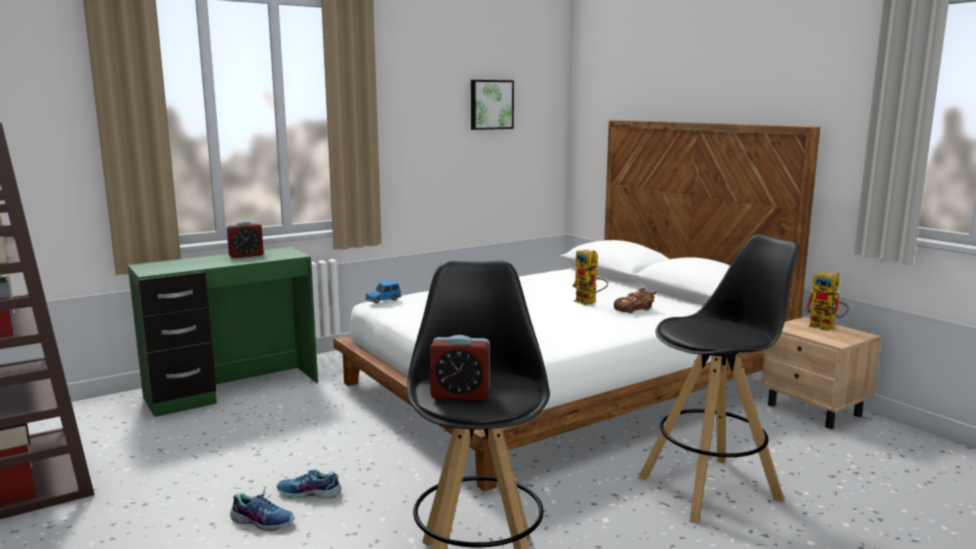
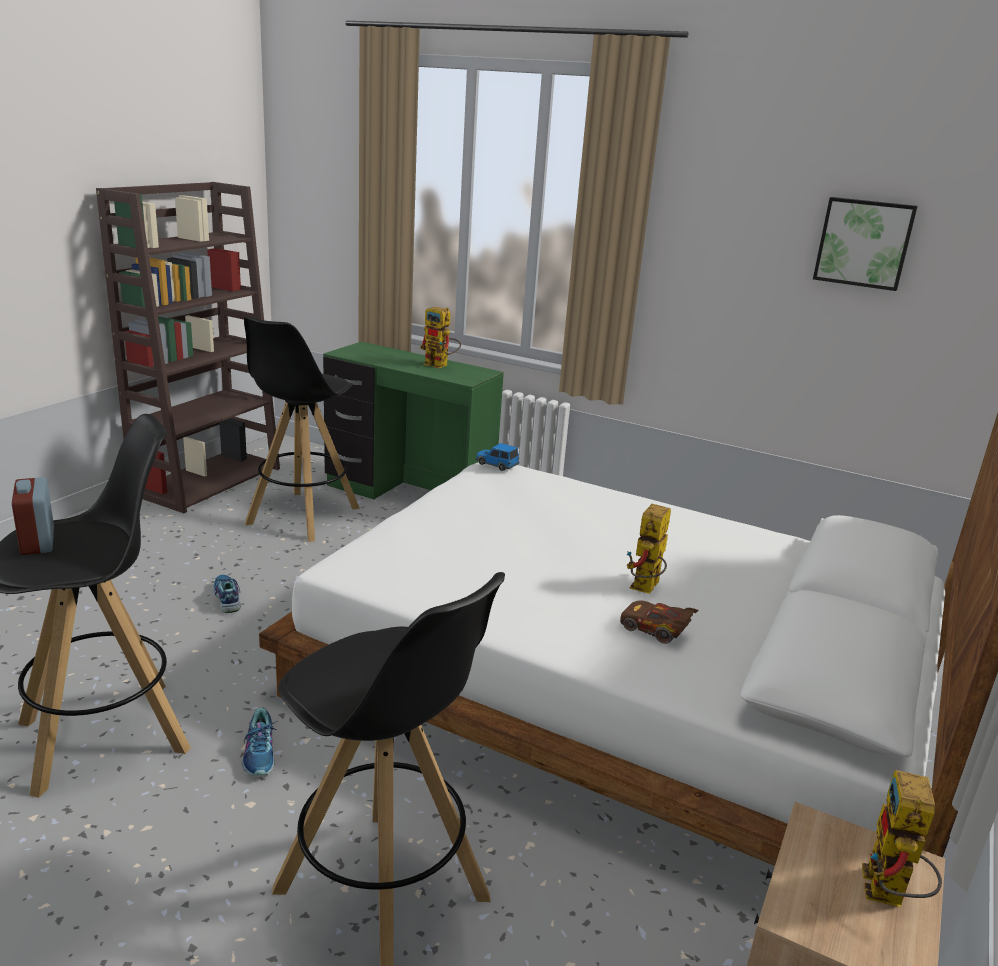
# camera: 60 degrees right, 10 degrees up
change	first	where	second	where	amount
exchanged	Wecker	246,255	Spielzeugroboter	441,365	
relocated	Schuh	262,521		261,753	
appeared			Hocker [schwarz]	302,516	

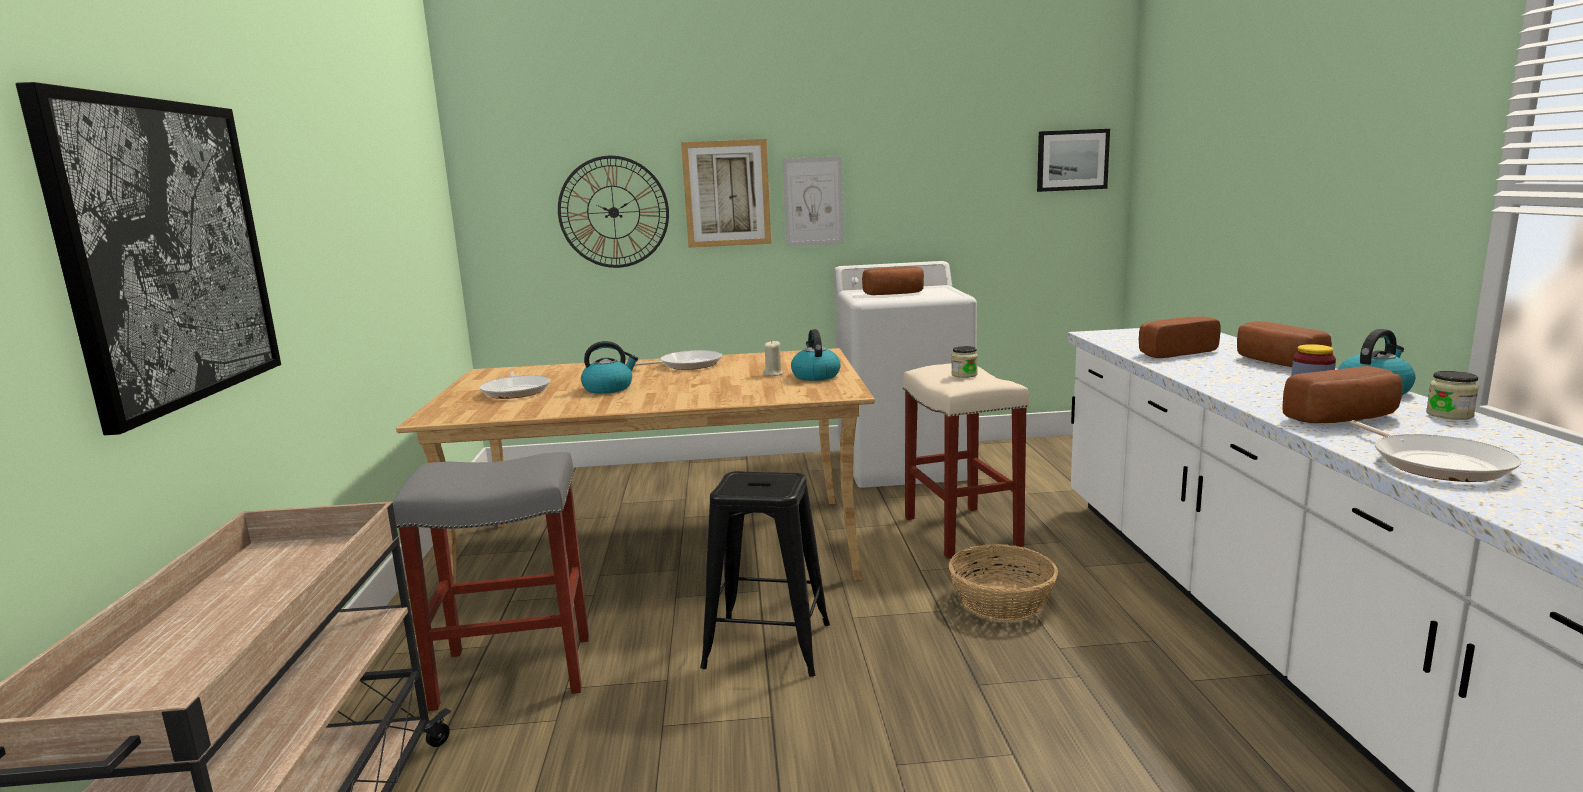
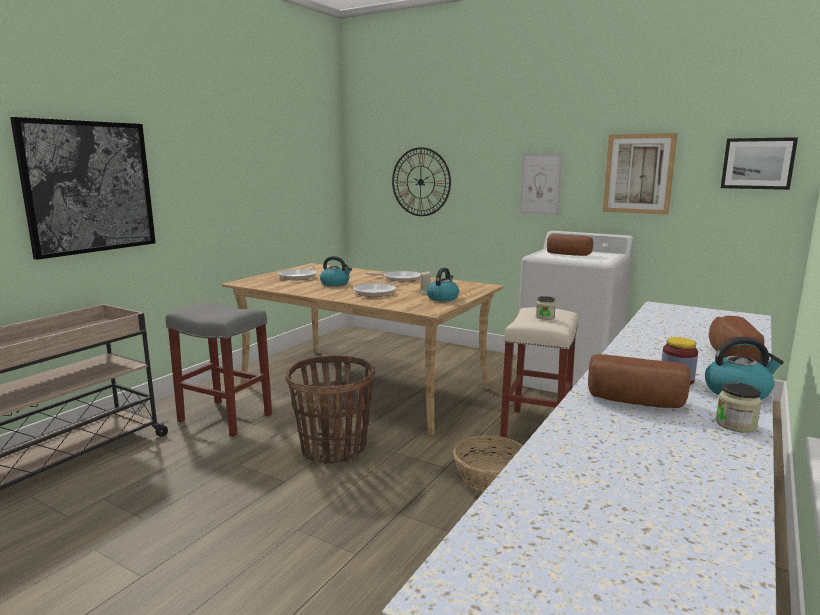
# camera: 35 degrees right, 0 degrees up
change	first	where	second	where	amount
relocated	Bild	727,193		638,174	
exchanged	Hocker [schwarz]	766,645	Korb	334,449	
missing	Brot	1173,352			
relocated	Pfanne	1435,464		376,292	

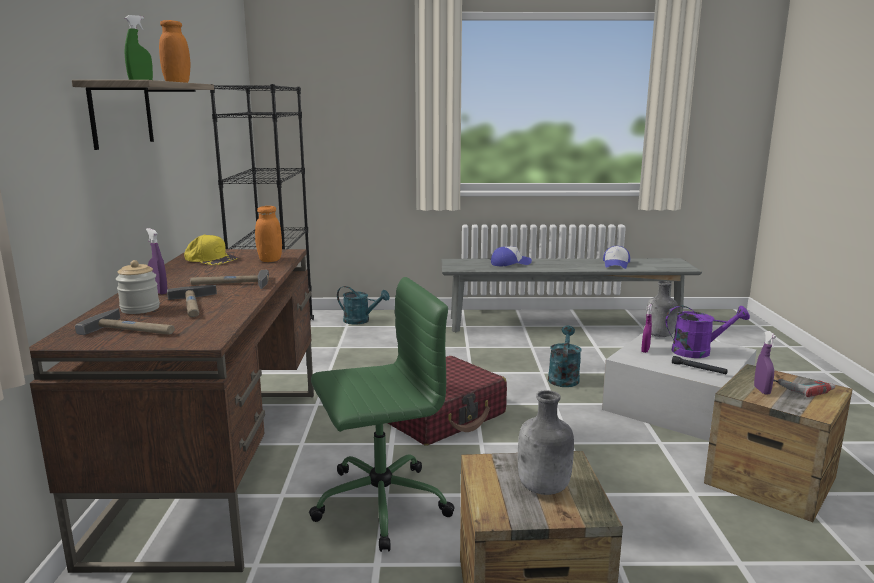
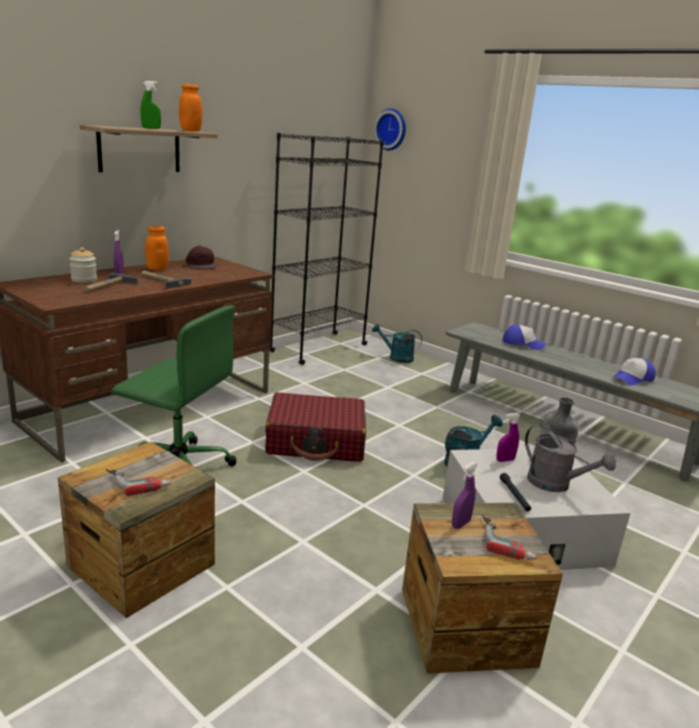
# camera: 40 degrees right, 5 degrees up
change	first	where	second	where	amount
missing	Hammer	133,329			
colour	Kappe [gelb]	210,259	Kappe [braun]	201,265	
relocated	Vorratsglas [orange]	270,260		157,269	
spun	Gießkanne [türkis]	361,321		396,357	135 degrees clockwise
exchanged	Flasche [grau]	544,488	Bohrmaschine	138,481	
colour	Gießkanne [lila]	698,351	Gießkanne [grau]	556,485	
appeared			Wanduhr	392,129	

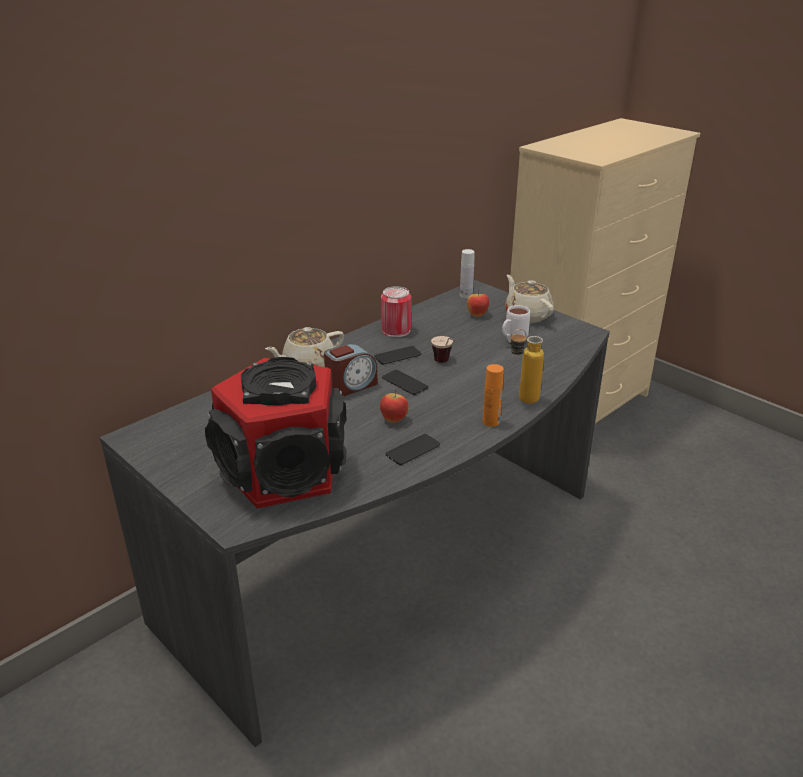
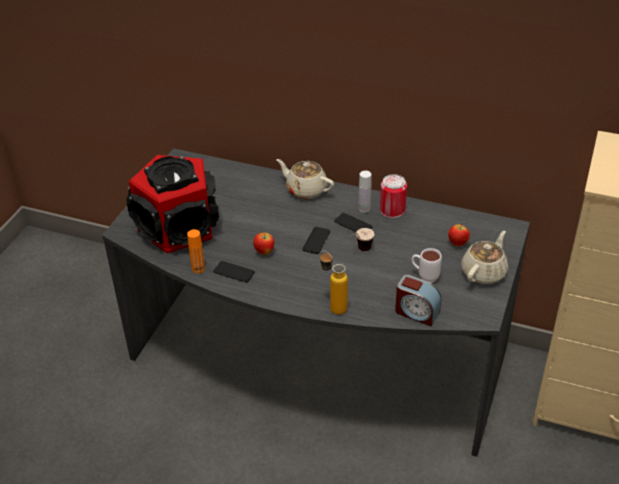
# camera: 65 degrees right, 10 degrees up
change	first	where	second	where	amount
relocated	Wecker	350,386		416,312	
relocated	Flasche [weiß]	466,295		364,209	
relocated	Flasche [orange]	491,422		198,269	

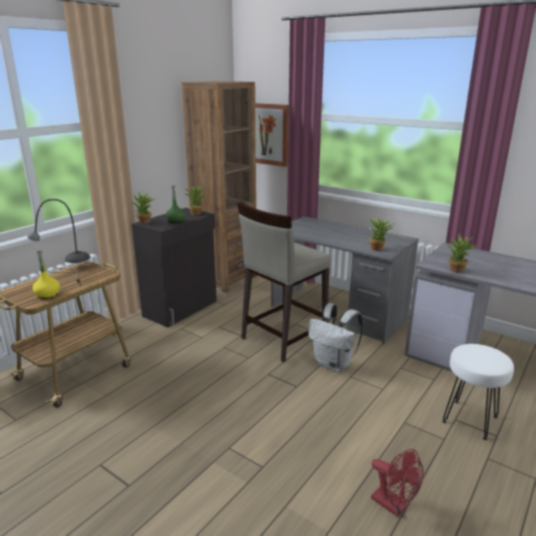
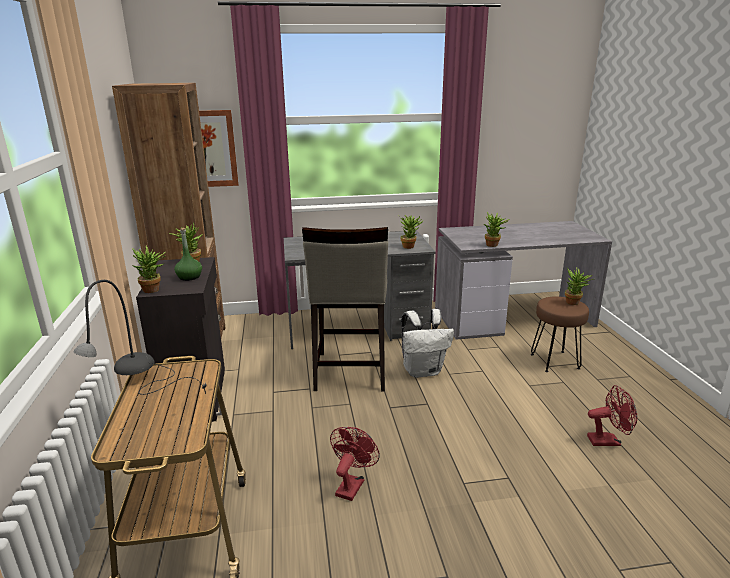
# camera: 45 degrees left, 0 degrees up
change	first	where	second	where	amount
missing	Flasche [gelb]	47,295			
colour	Hocker [weiß]	469,419	Hocker [braun]	554,361	
appeared			Ventilator [rot]	351,484	
appeared			Topfpflanze	575,303	

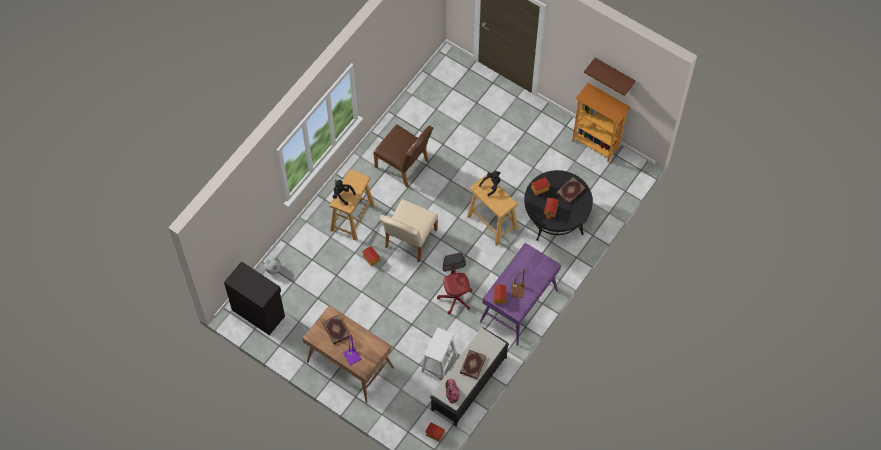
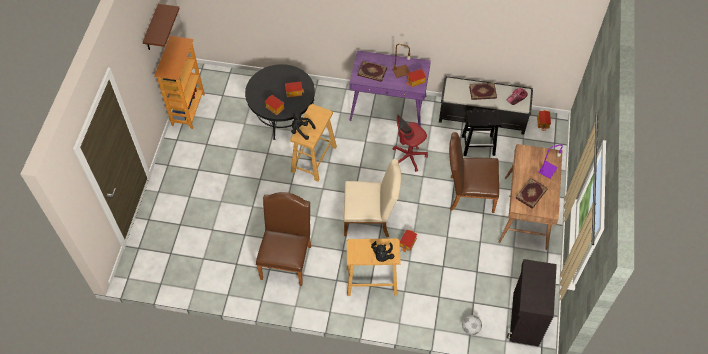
# camera: 115 degrees left, 5 degrees down
change	first	where	second	where	amount
colour	Hocker [weiß]	439,363	Hocker [schwarz]	478,145	
relocated	Buch	571,191		372,71	
appeared			Stuhl [braun]	468,193	

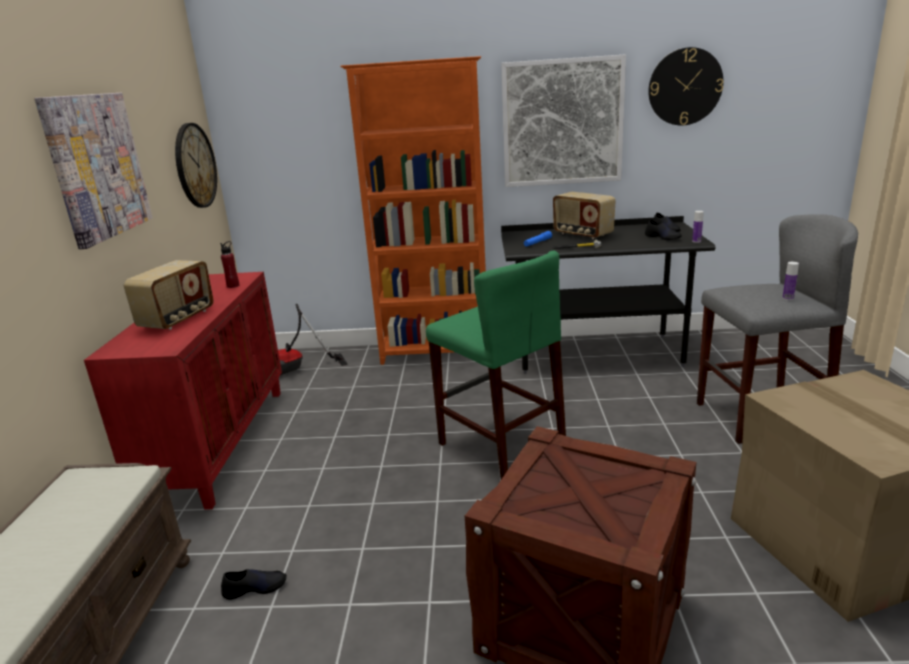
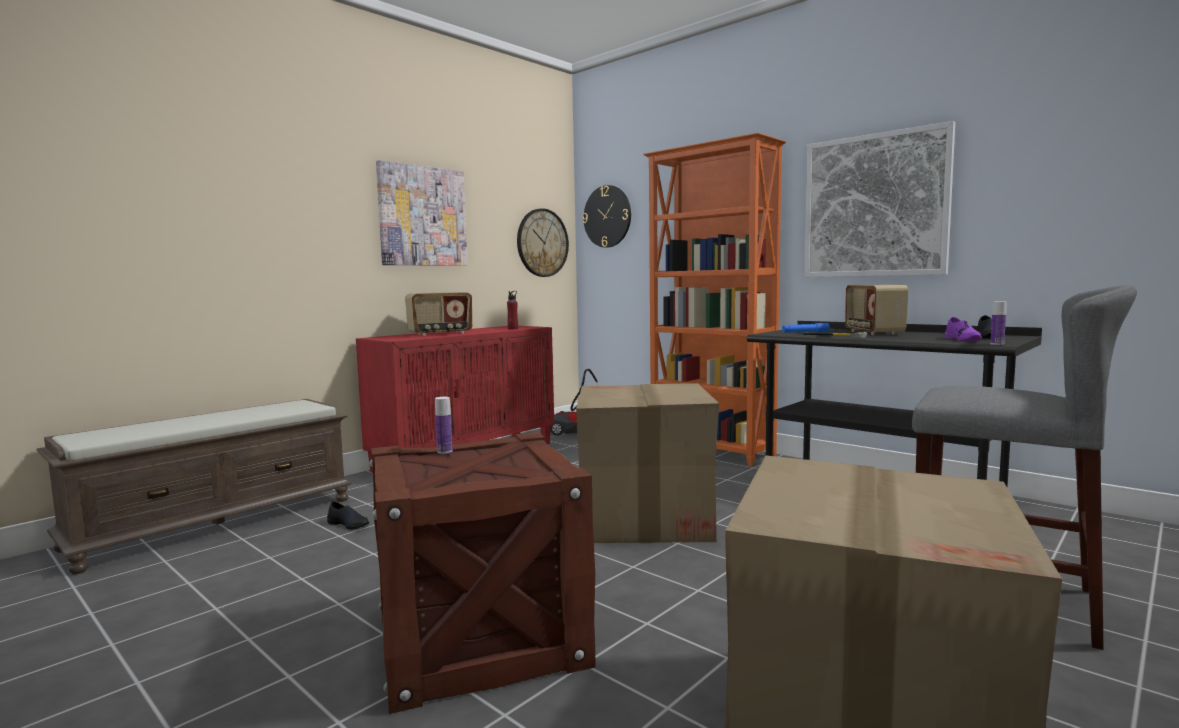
# camera: 40 degrees right, 15 degrees down
change	first	where	second	where	amount
exchanged	Hocker [grün]	501,446	Karton	644,518	
colour	Schuh [schwarz]	663,237	Schuh [lila]	963,340	
relocated	Wanduhr	685,87		607,216	
relocated	Flasche	788,298		444,451	

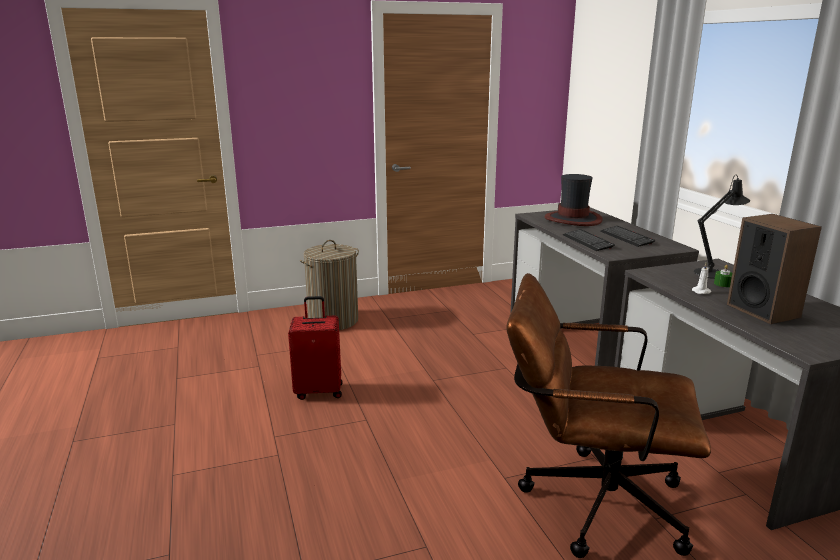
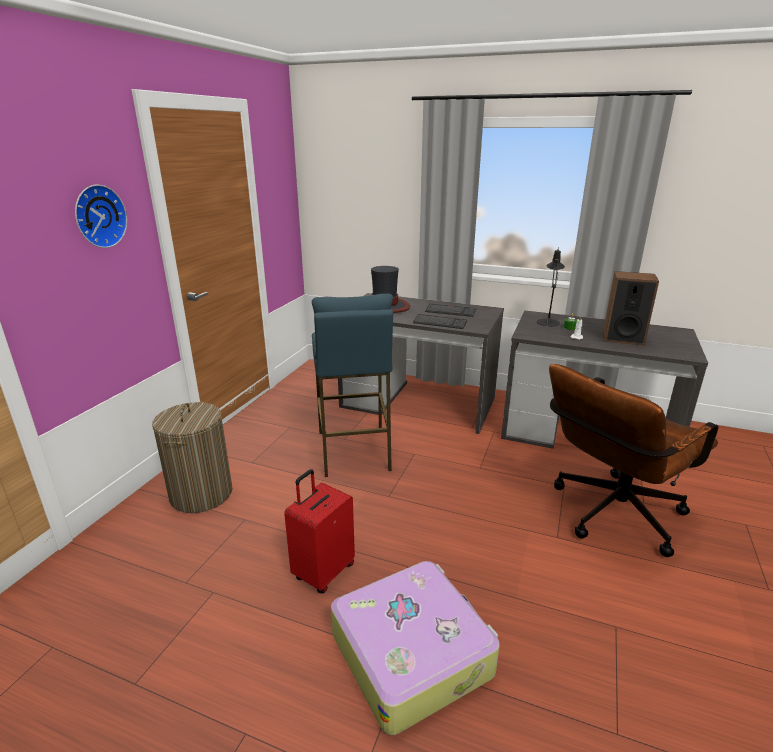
# camera: 50 degrees left, 5 degrees up
change	first	where	second	where	amount
appeared			Wanduhr	98,216	
appeared			Hocker [blau]	353,450	
appeared			Koffer	412,652	

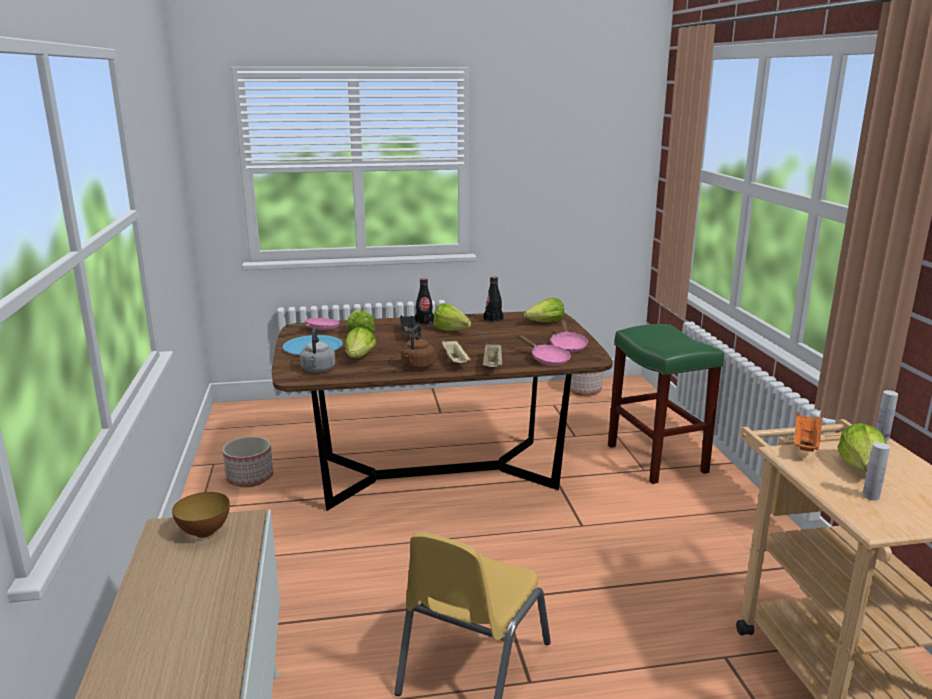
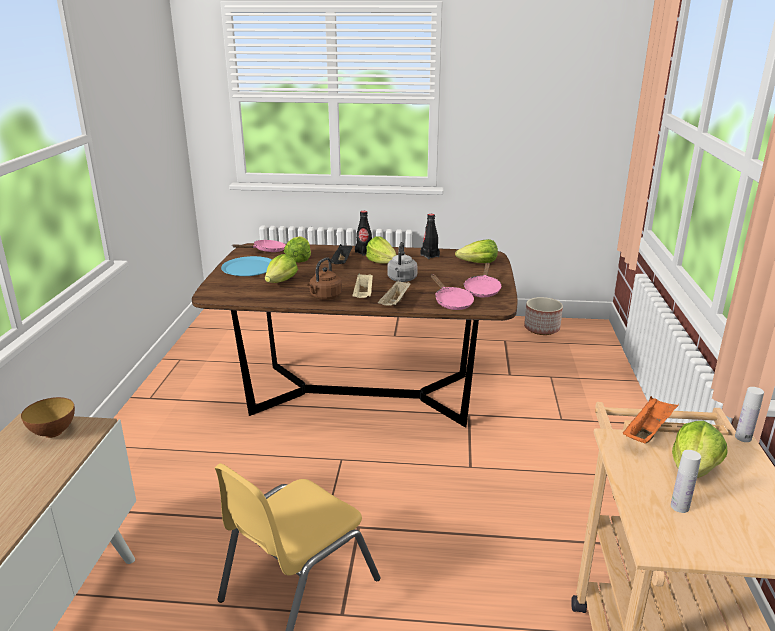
# camera: 15 degrees right, 5 degrees up
change	first	where	second	where	amount
missing	Pflanzkübel	249,478			
relocated	Wasserkessel [grau]	318,370		401,279	
missing	Hocker [grün]	658,459			

